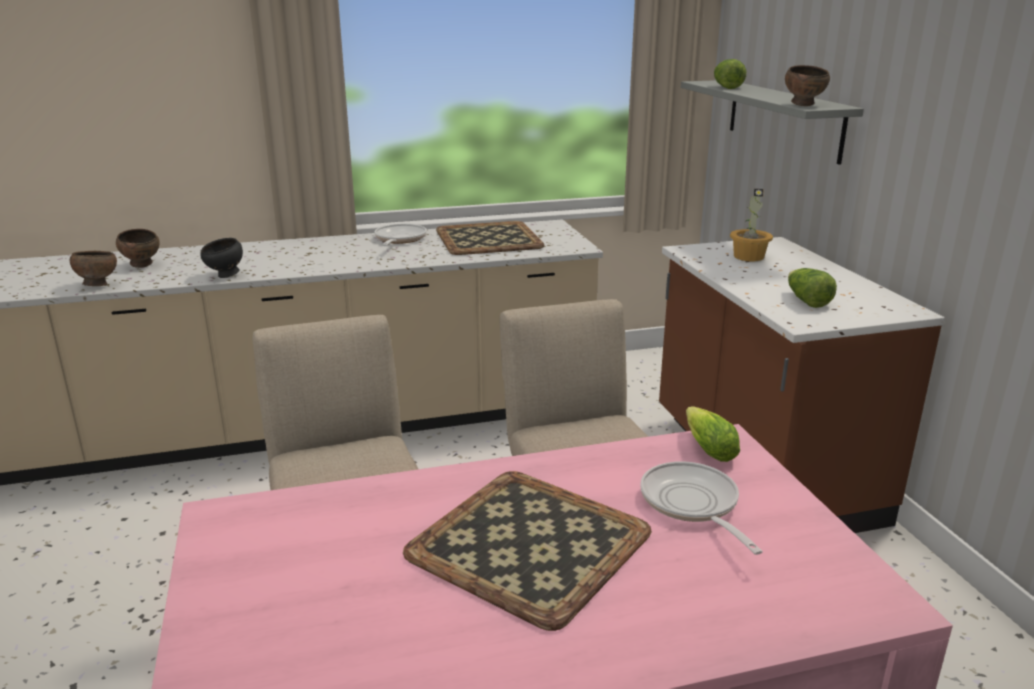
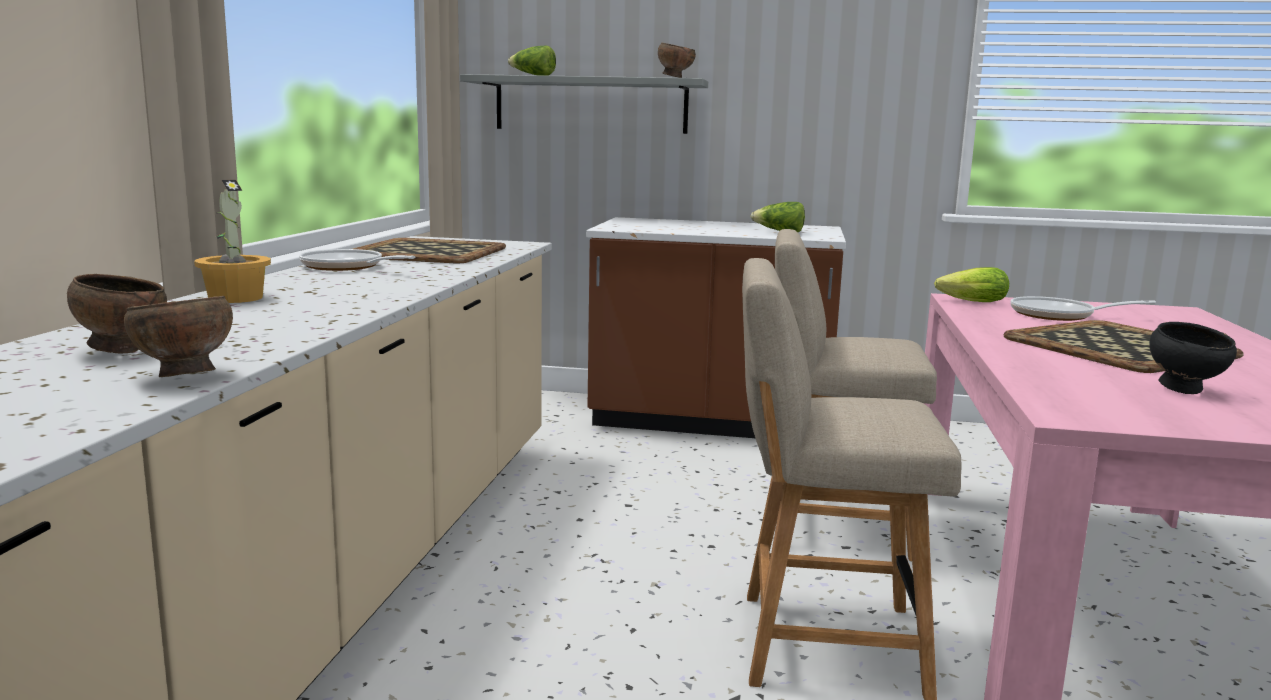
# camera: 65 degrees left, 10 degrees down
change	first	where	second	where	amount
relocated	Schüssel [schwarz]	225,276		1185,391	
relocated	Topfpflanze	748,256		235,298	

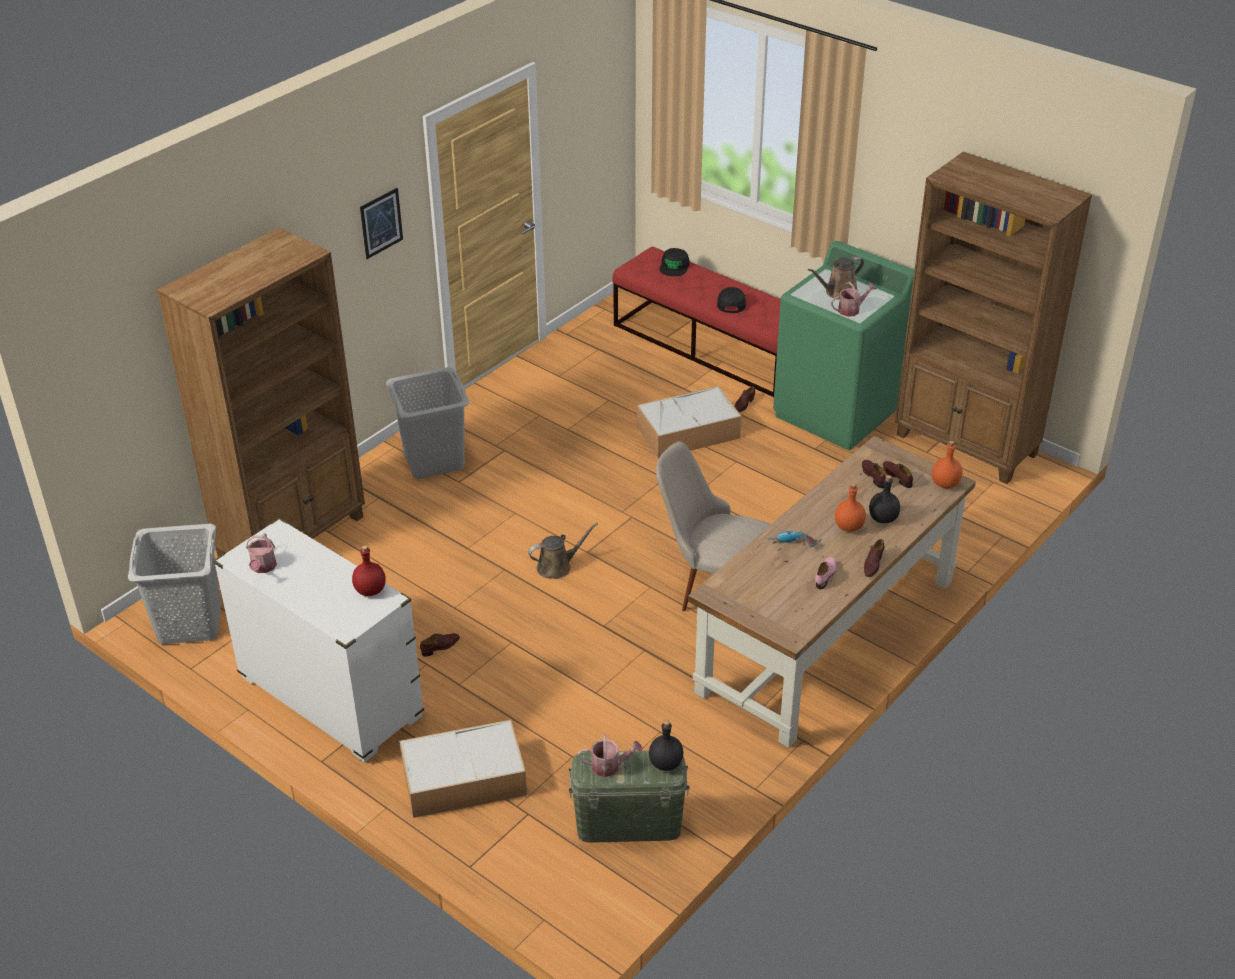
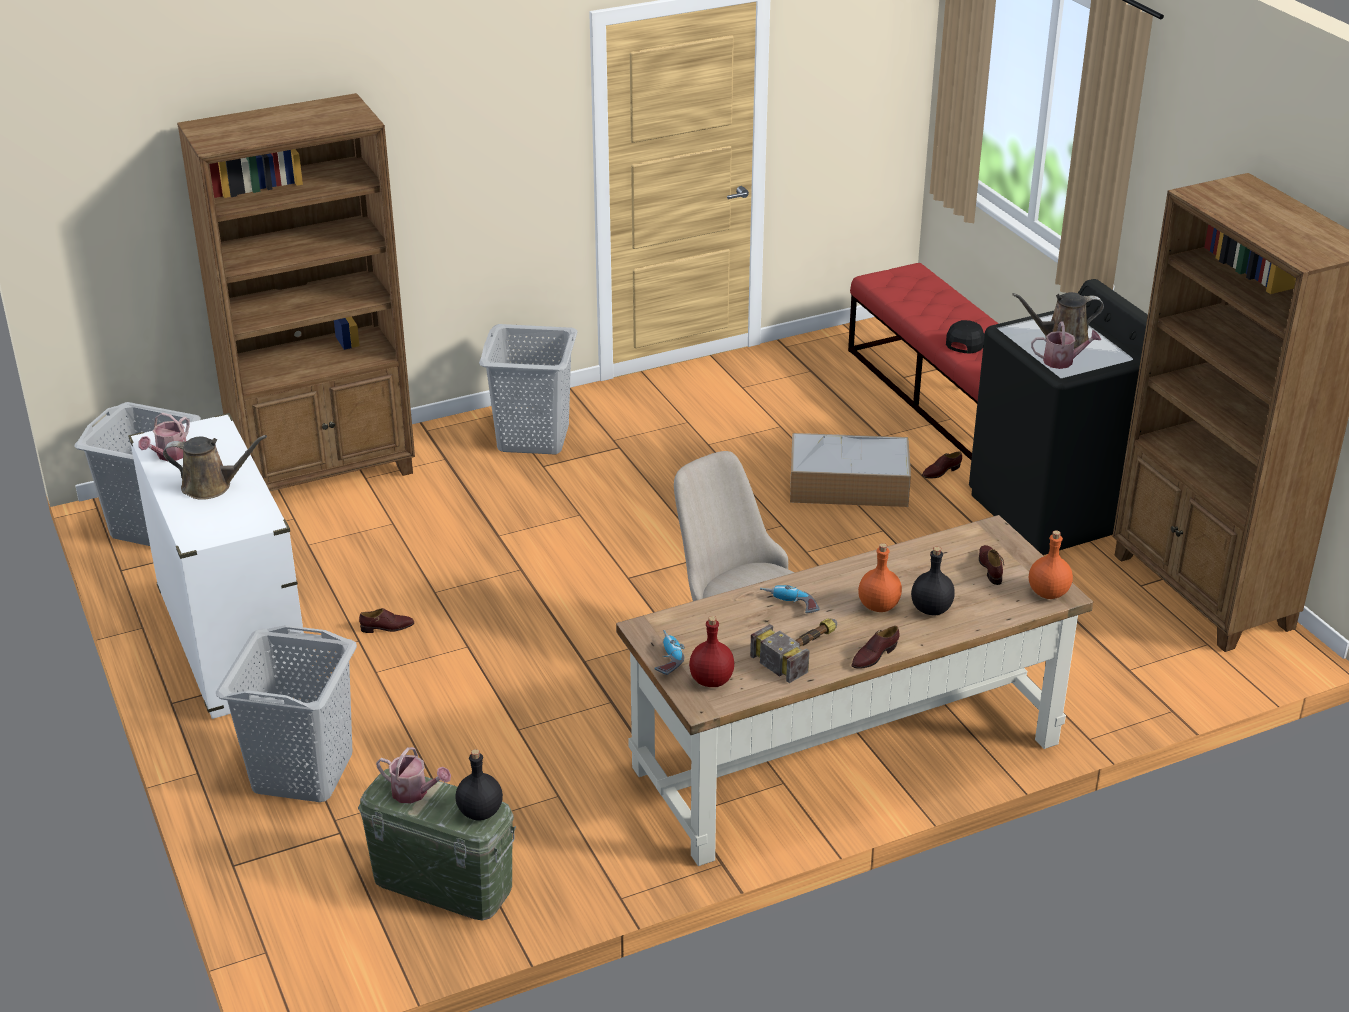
# camera: 25 degrees right, 5 degrees down
change	first	where	second	where	amount
relocated	Flasche [rot]	370,591		711,681	
missing	Bild	381,223			
exchanged	Aufbewahrungsbox	465,778	Wäschekorb [grau]	303,772	
relocated	Gießkanne [braun]	557,567		211,486	
missing	Kappe [schwarz]	674,266			
colour	Waschmaschine [grün]	837,412	Waschmaschine [schwarz]	1055,510	
exchanged	Schuh [rosa]	826,575	Hammer	803,650	
missing	Schuh [braun]	873,476			
appeared			Bohrmaschine	666,659	

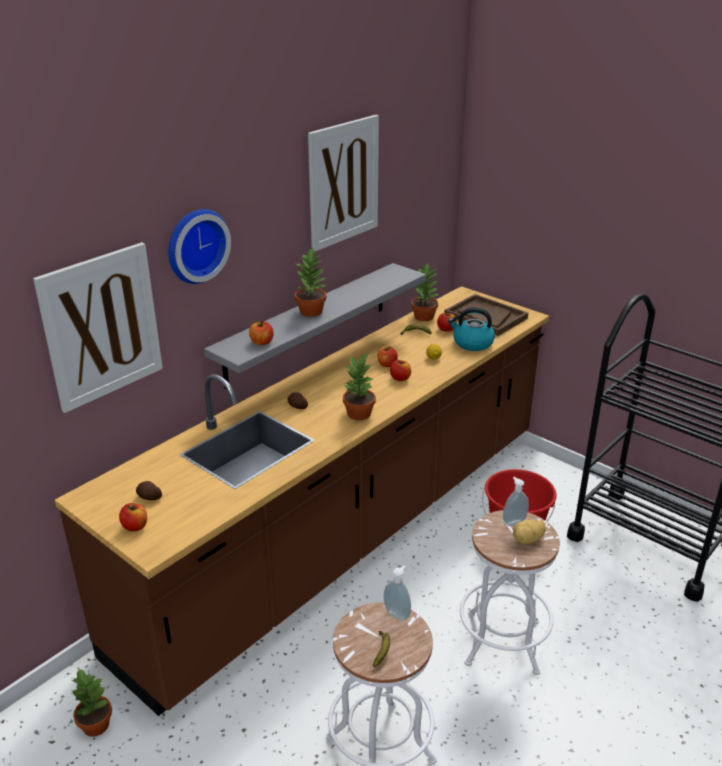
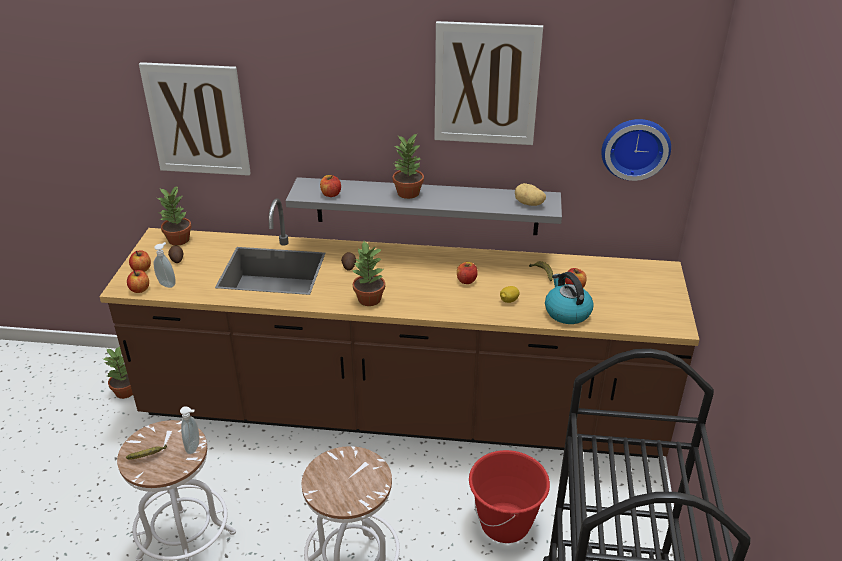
# camera: 55 degrees right, 5 degrees up
change	first	where	second	where	amount
relocated	Wanduhr	195,245		635,147	
relocated	Apfel	400,378		140,289	
relocated	Topfpflanze	424,317		179,240	
missing	Tablett [braun]	485,317			
relocated	Seifenspender	513,521		168,284	
relocated	Kartoffel	528,540		529,204	

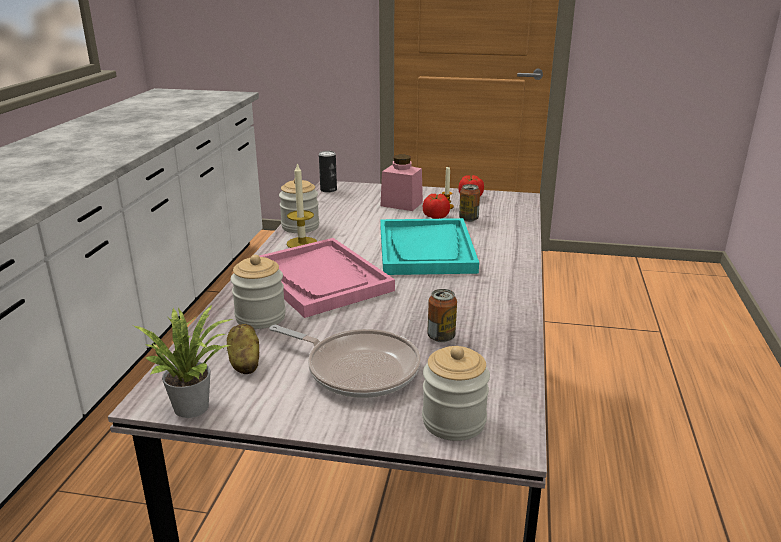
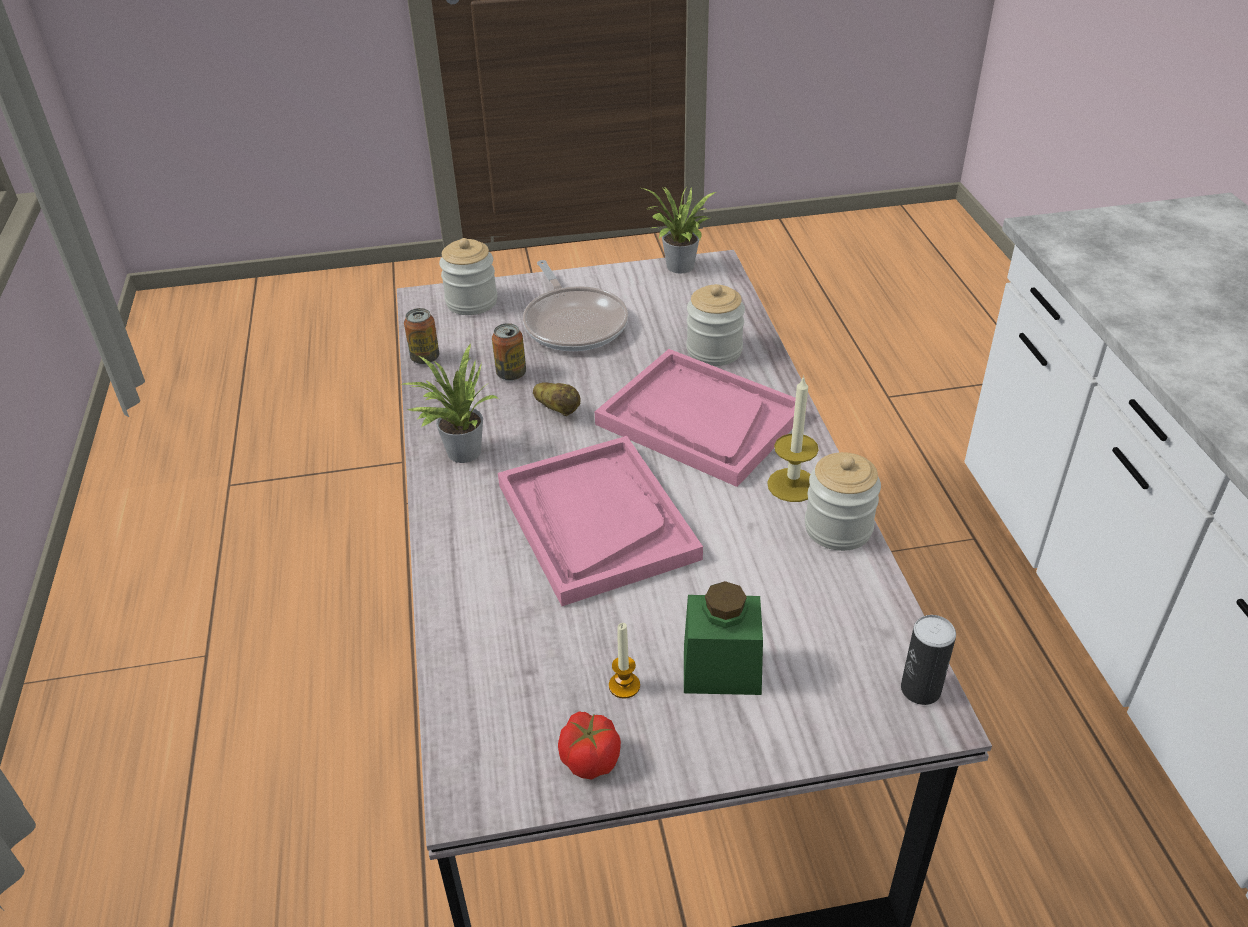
# camera: 160 degrees right, 15 degrees up
change	first	where	second	where	amount
relocated	Kartoffel	244,363		558,410	
spun	Pfanne	357,369		574,323	120 degrees counterclockwise
colour	Vorratsglas [rosa]	401,204	Vorratsglas [grün]	721,669	
colour	Tablett [türkis]	426,250	Tablett [rosa]	596,521	
missing	Tomate	435,216			
relocated	Dose	468,219		425,358	
appeared			Topfpflanze	459,451	

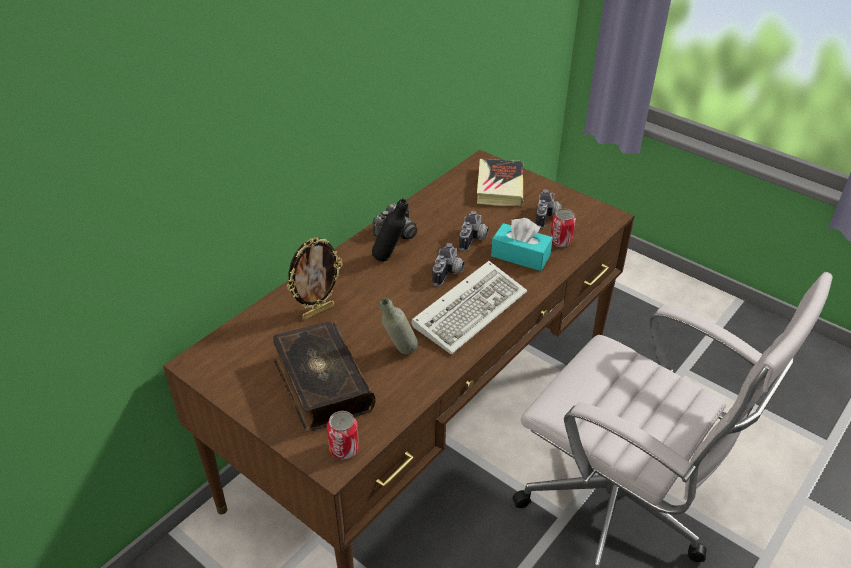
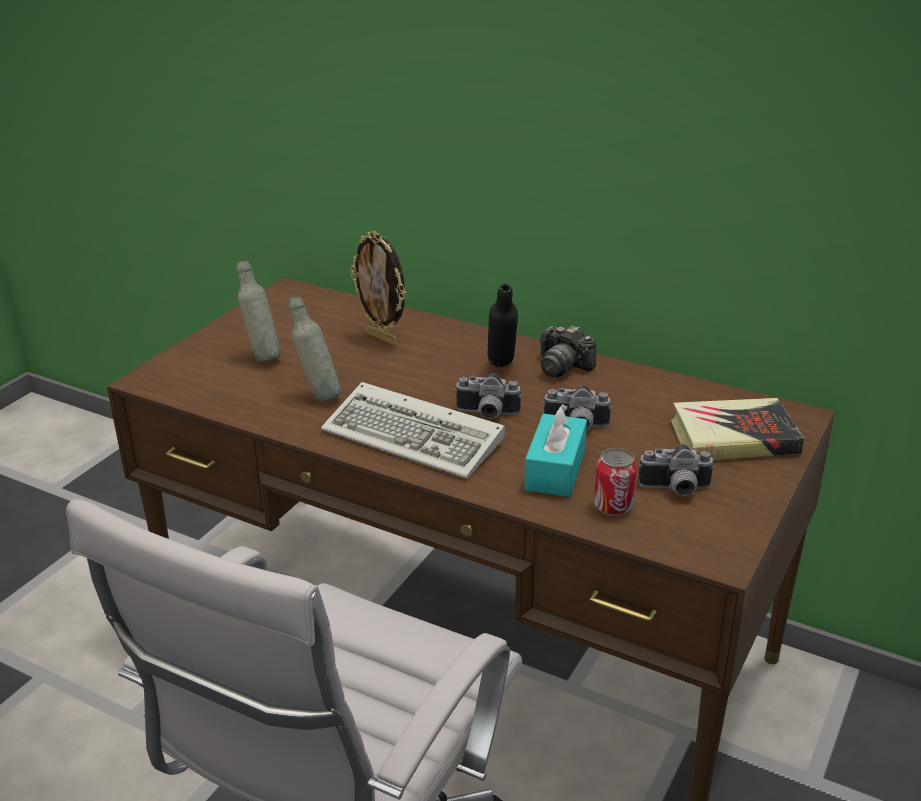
# camera: 80 degrees right, 10 degrees down
change	first	where	second	where	amount
exchanged	Buch	321,384	Flasche [grau]	262,357	
missing	Dose	344,449			

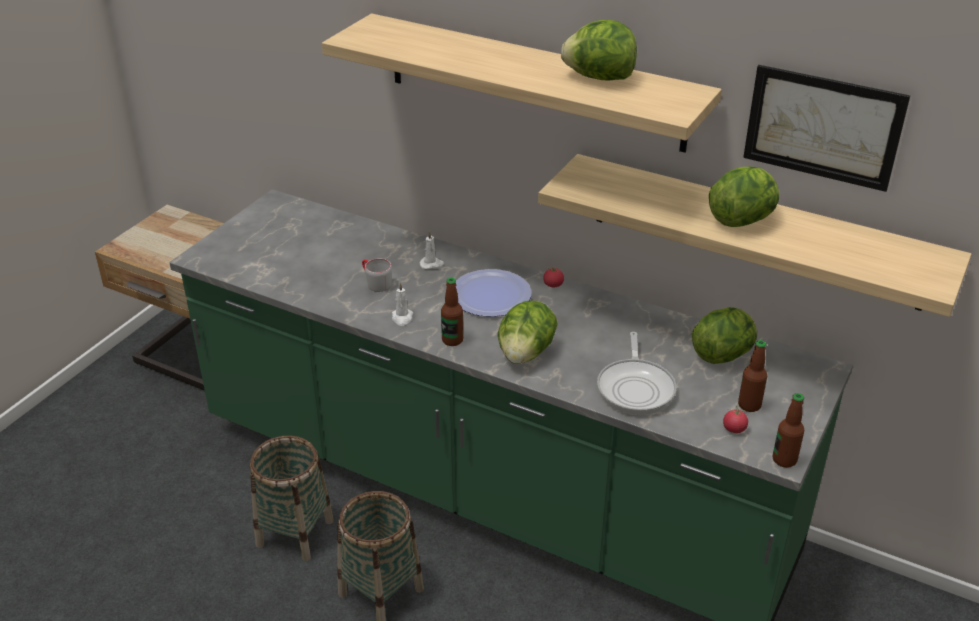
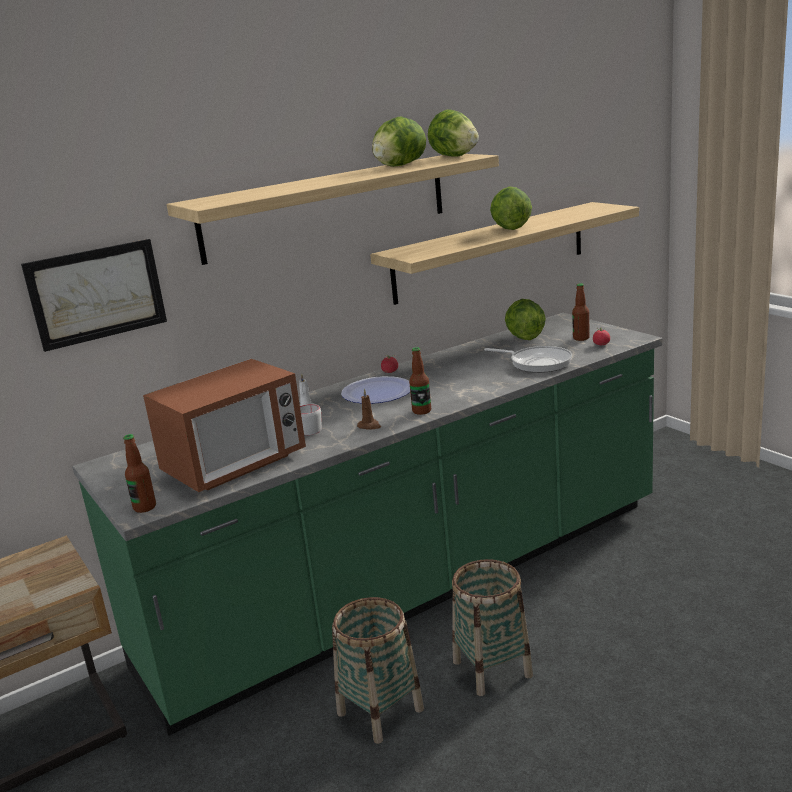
# camera: 60 degrees left, 15 degrees down
change	first	where	second	where	amount
colour	Kerze [weiß]	402,318	Kerze [braun]	369,426	
relocated	Salatkopf	525,354		454,156	
relocated	Bild	823,127		97,293	
relocated	Flasche	784,460		145,507	
appeared			Mikrowelle	235,465	

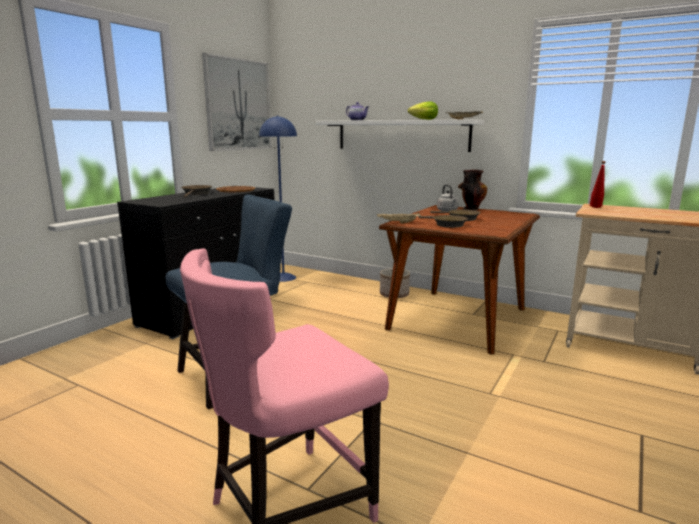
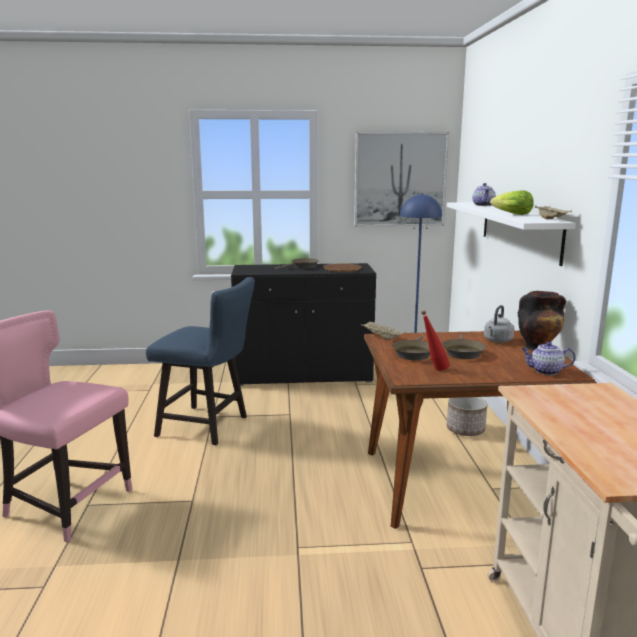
# camera: 55 degrees right, 0 degrees up
change	first	where	second	where	amount
relocated	Flasche [rot]	596,208		433,369	
appeared			Teekanne	545,371	

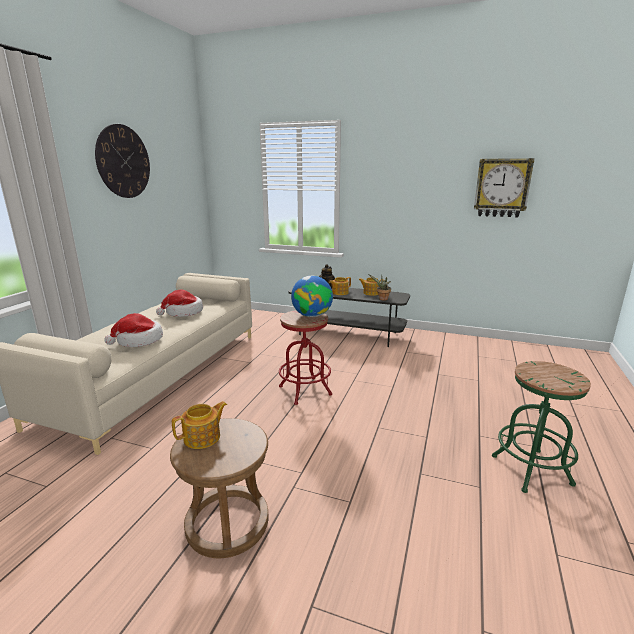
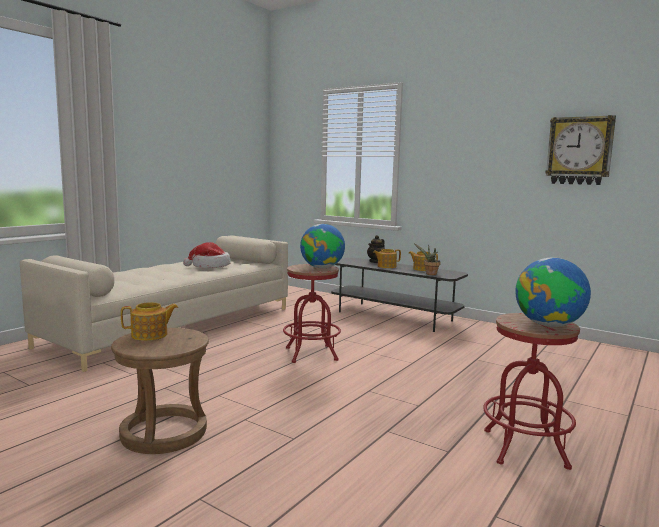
# camera: 15 degrees right, 10 degrees down
change	first	where	second	where	amount
missing	Wanduhr	123,161			
missing	Hut	138,341			
colour	Hocker [grün]	531,470	Hocker [rot]	525,449	
appeared			Globus	549,325	

